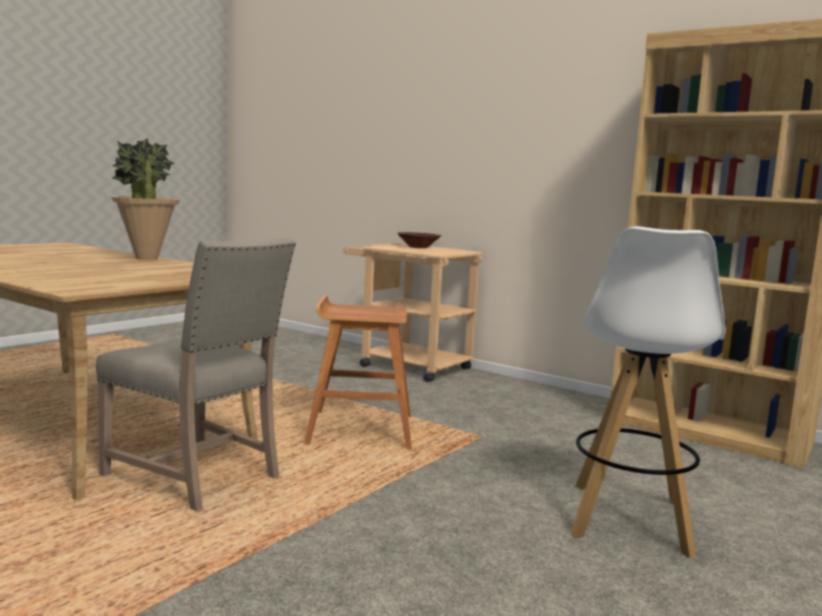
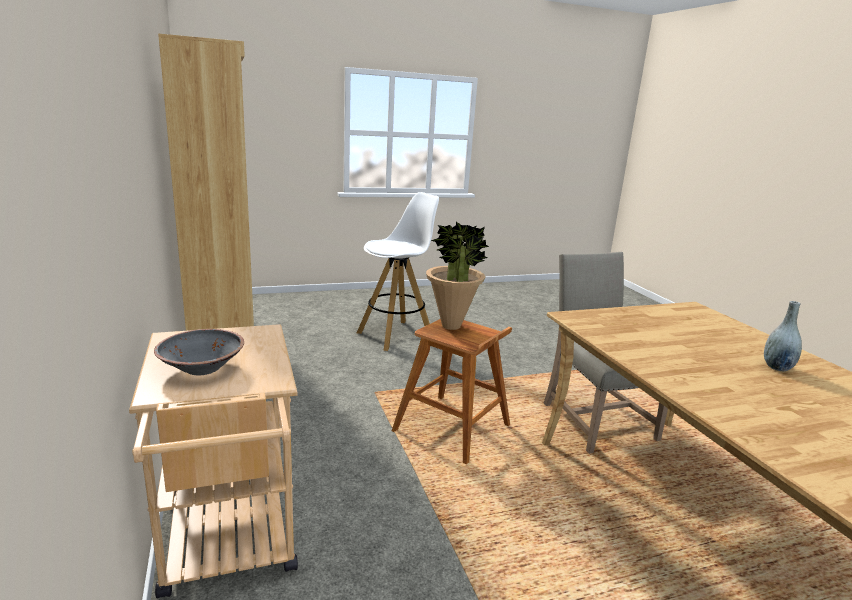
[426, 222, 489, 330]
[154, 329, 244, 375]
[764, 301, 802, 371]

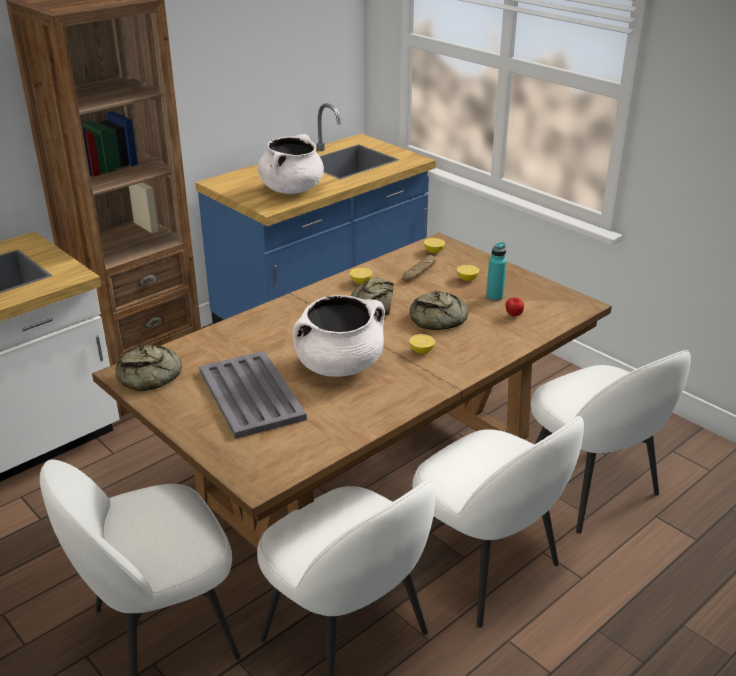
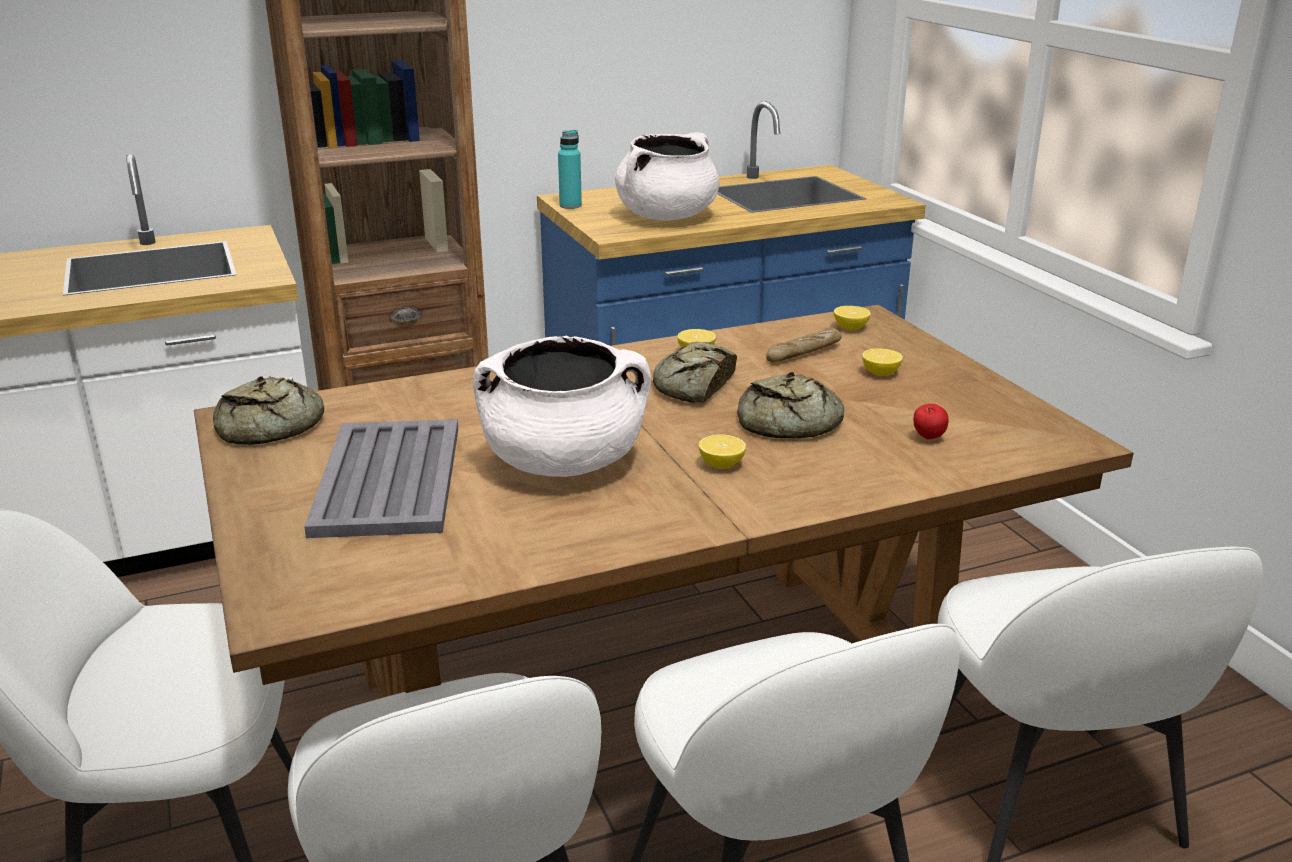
[558, 130, 582, 209]

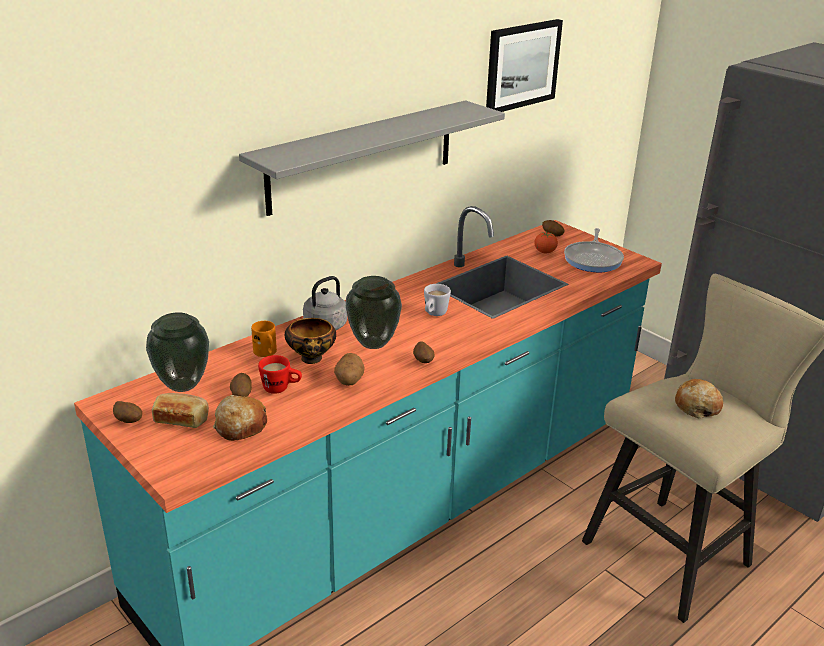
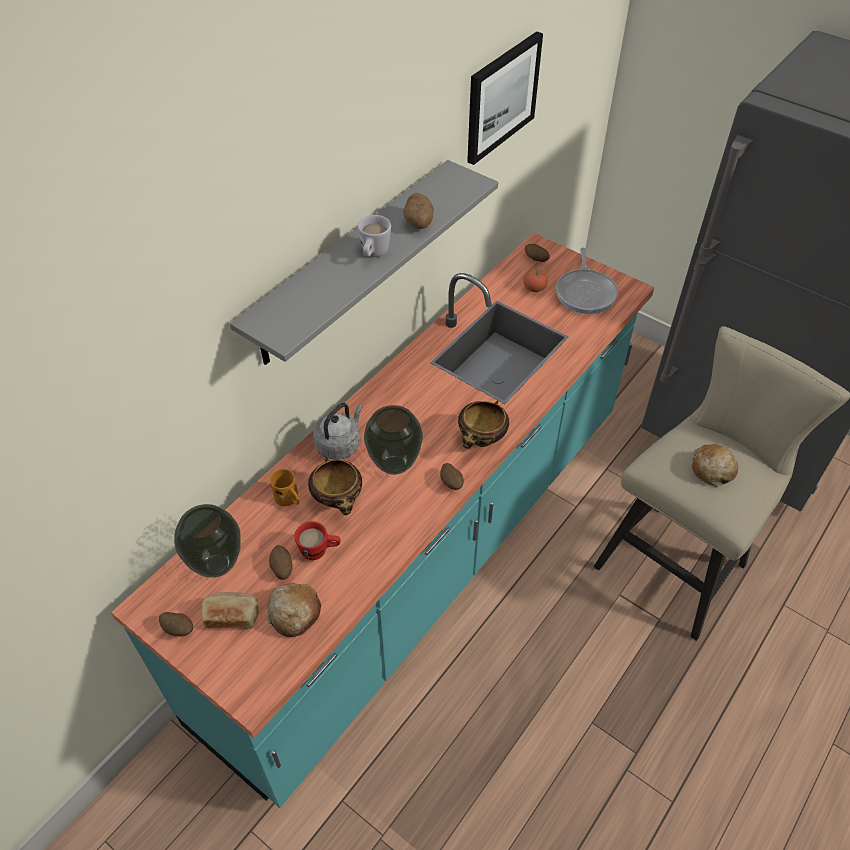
[358, 215, 391, 257]
[403, 193, 434, 229]
[458, 401, 509, 449]

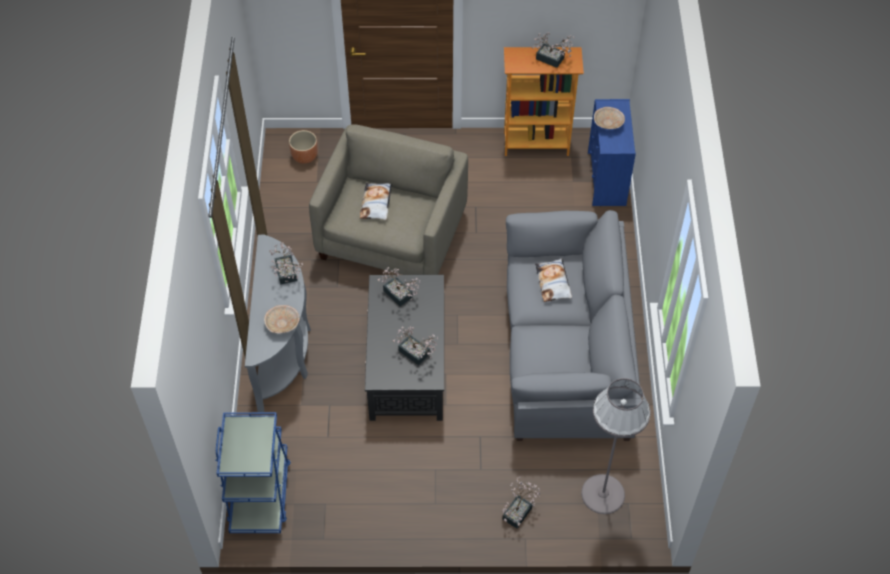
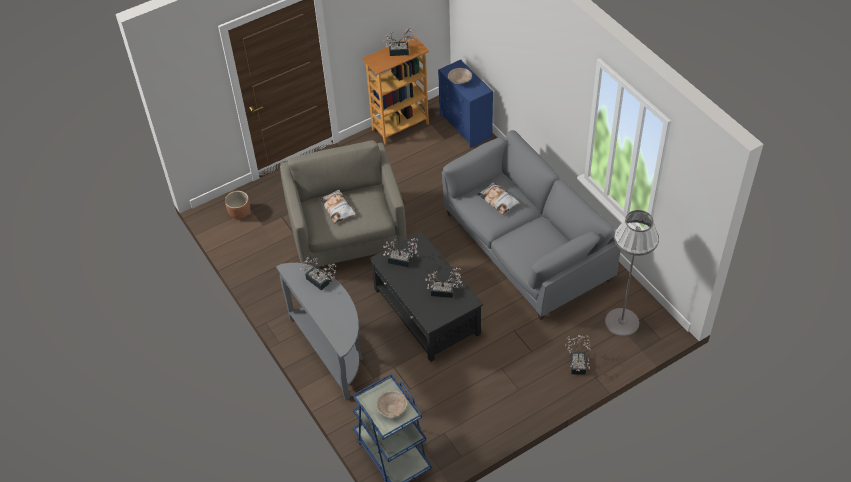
[376, 391, 407, 418]

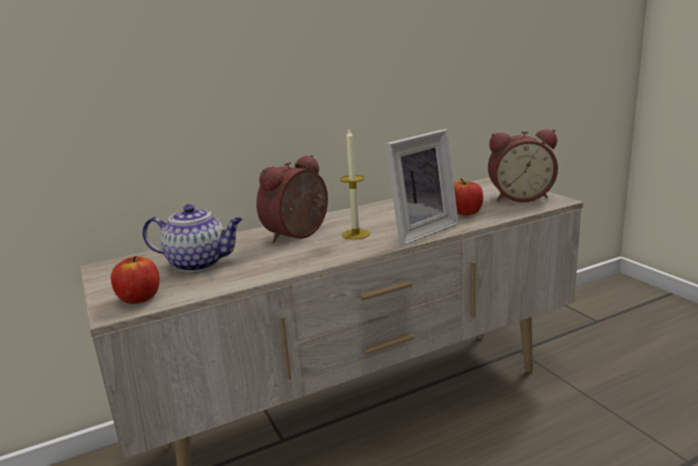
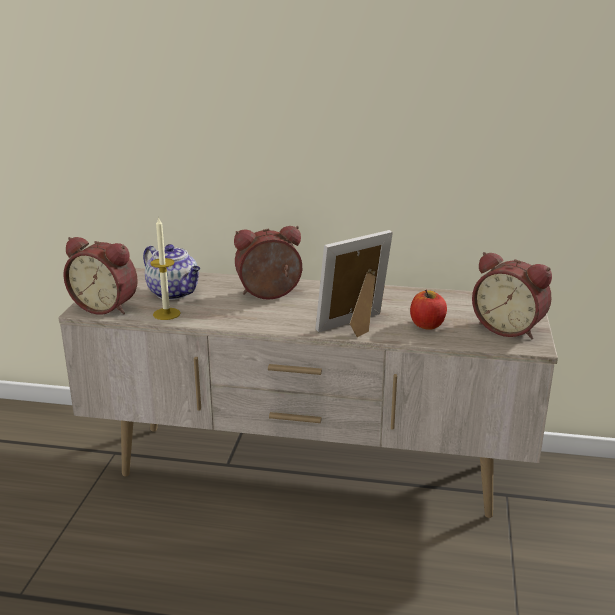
[315, 230, 393, 337]
[150, 216, 181, 320]
[63, 237, 138, 315]

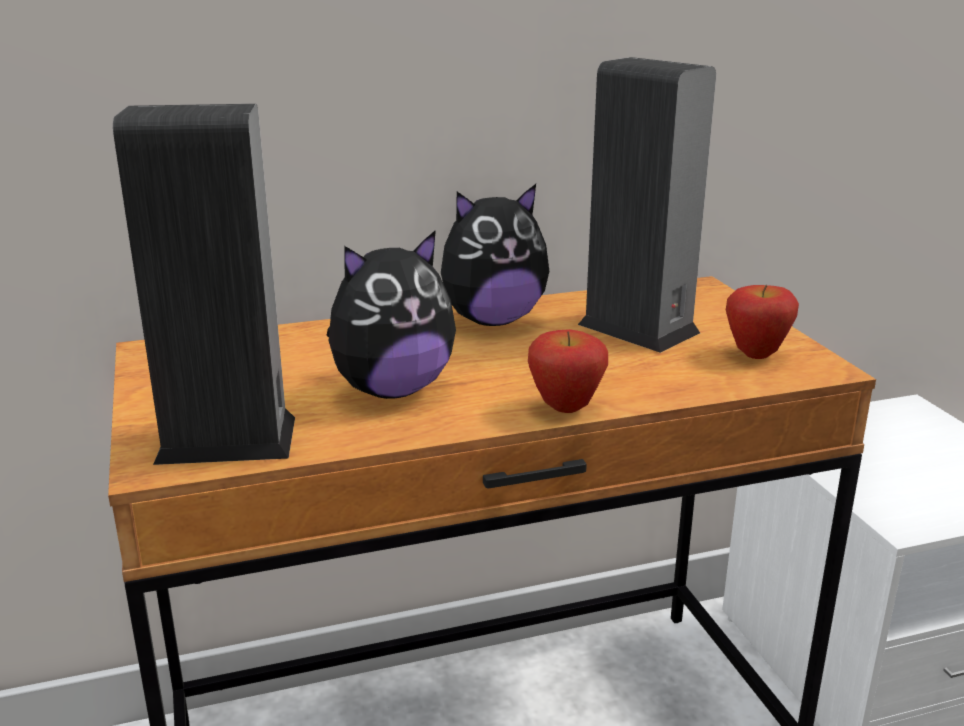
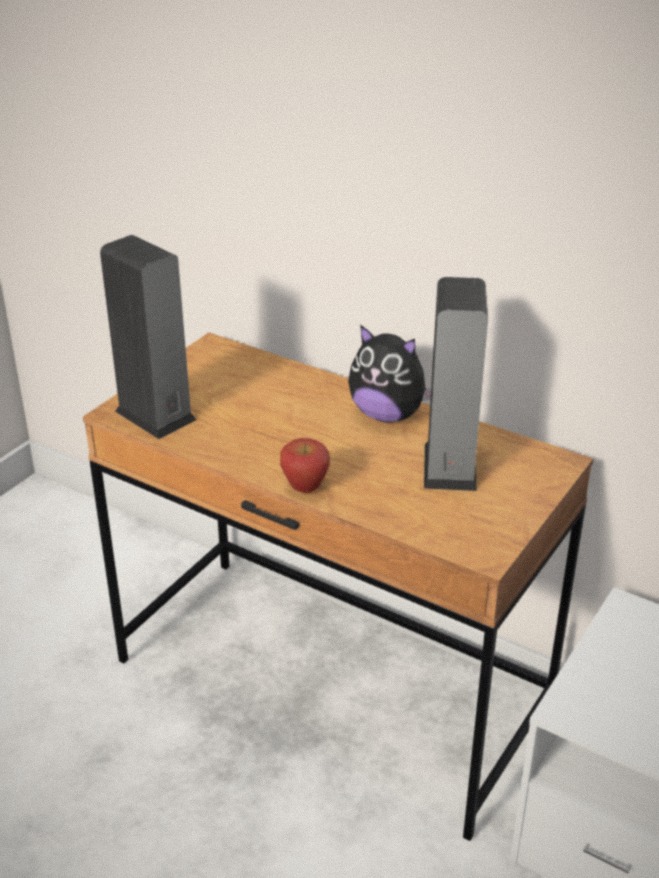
[327, 230, 456, 399] (first image)
[726, 285, 799, 359] (first image)

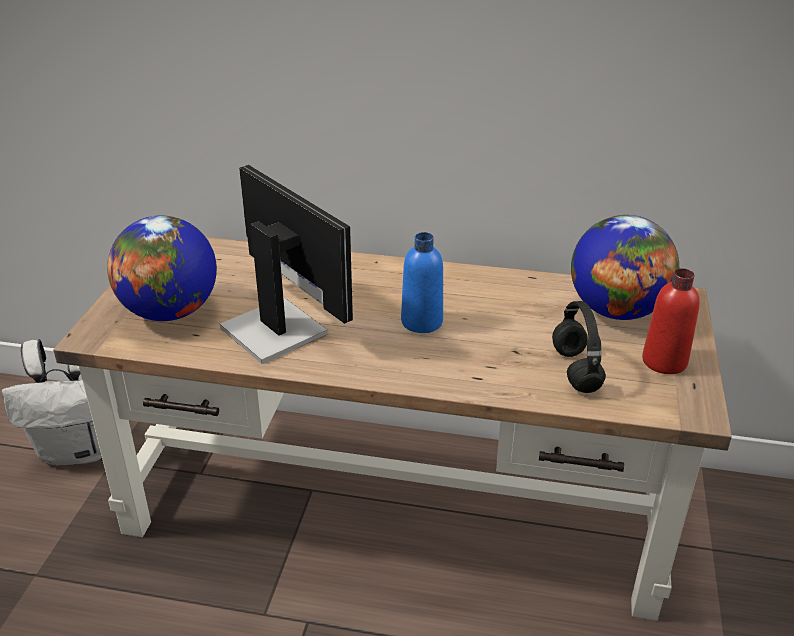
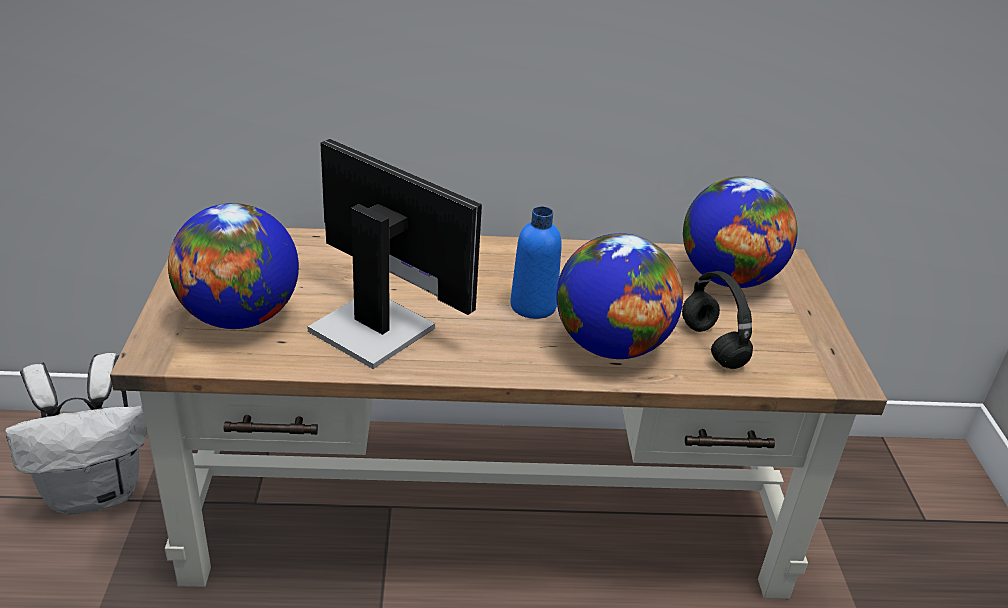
[642, 268, 700, 374] (first image)
[556, 233, 683, 359]

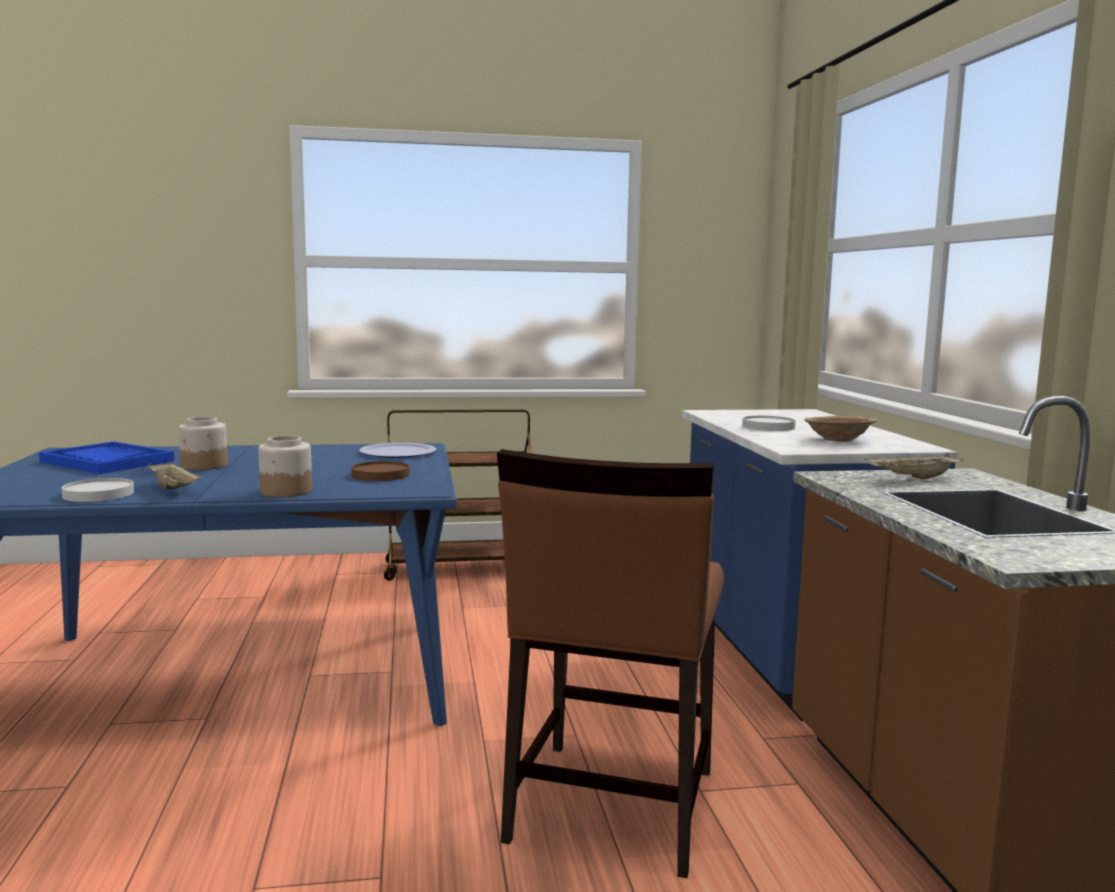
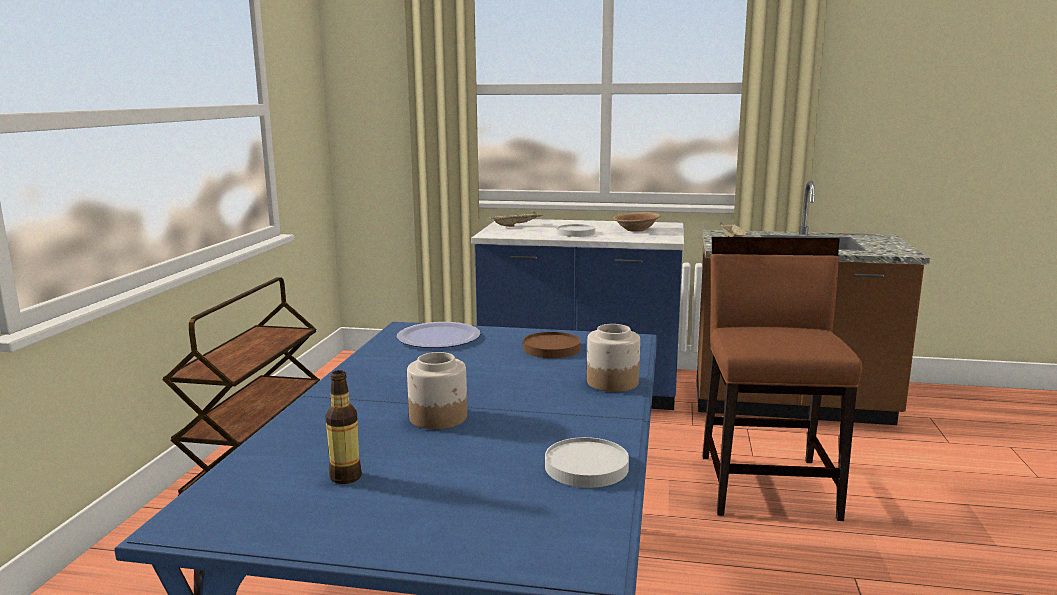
[325, 370, 362, 484]
[702, 237, 862, 521]
[488, 211, 543, 227]

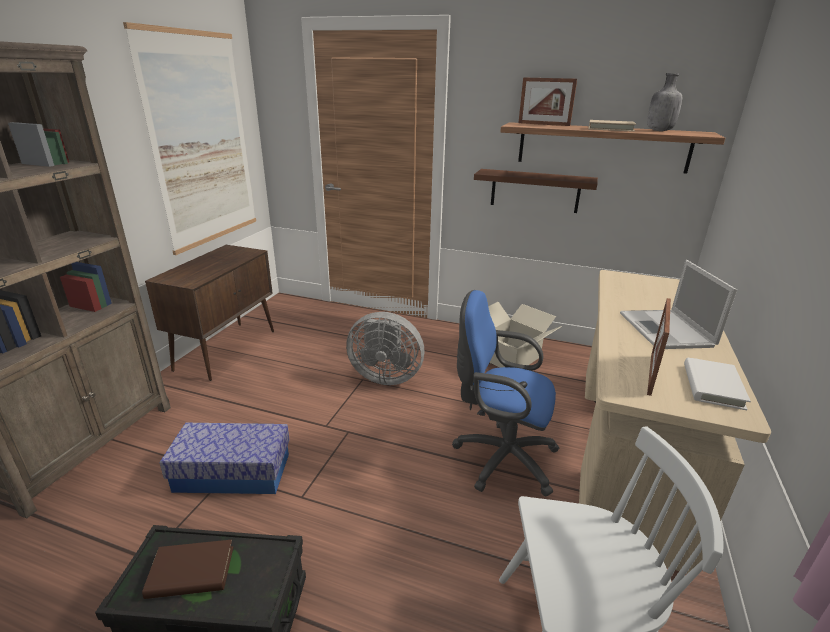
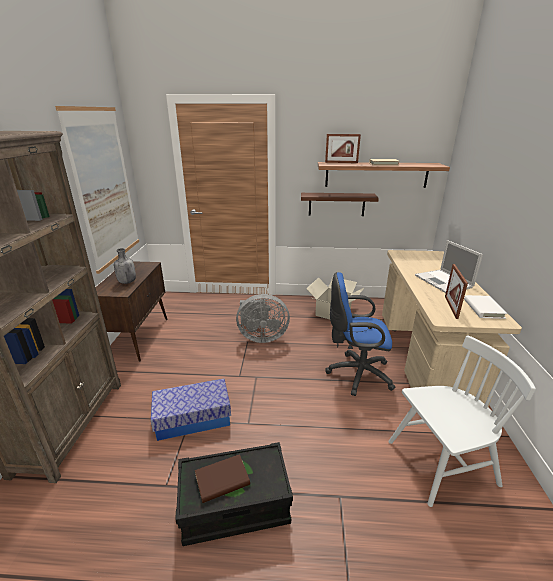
[114, 248, 136, 284]

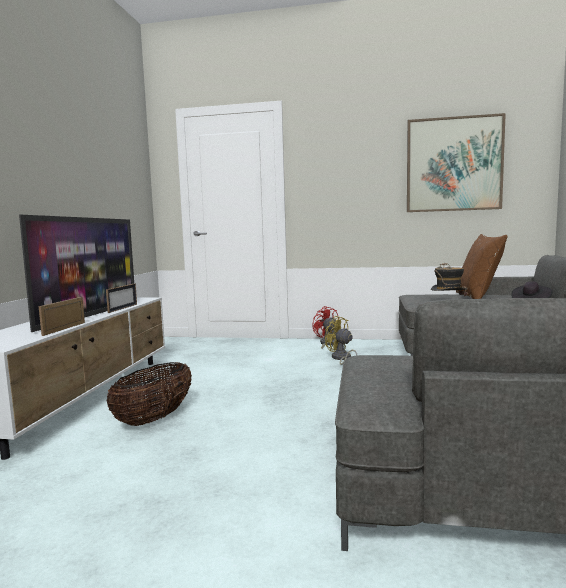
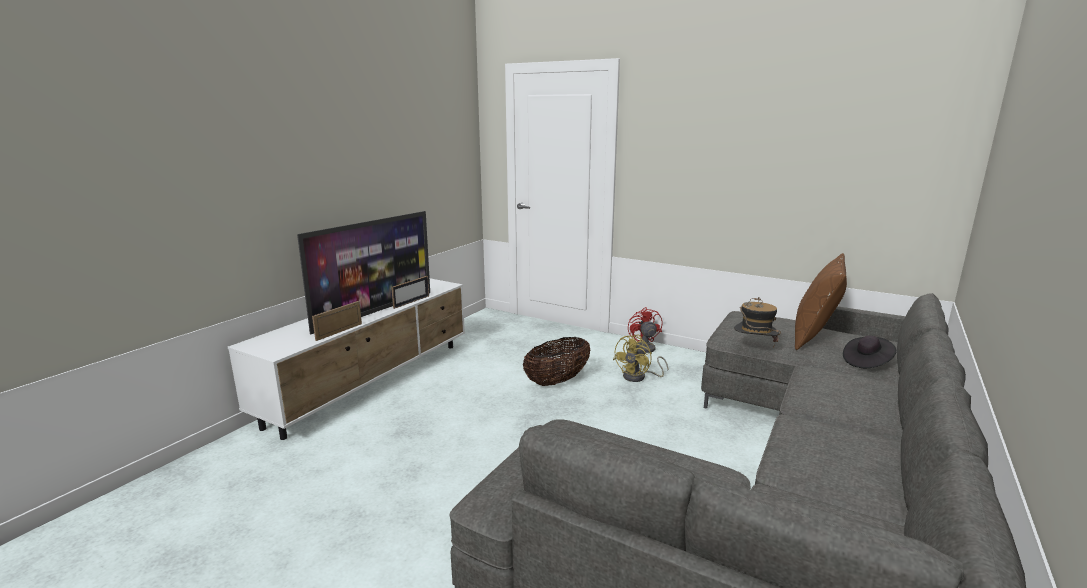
[407, 113, 506, 212] (first image)
[613, 335, 668, 382]
[523, 337, 591, 386]

